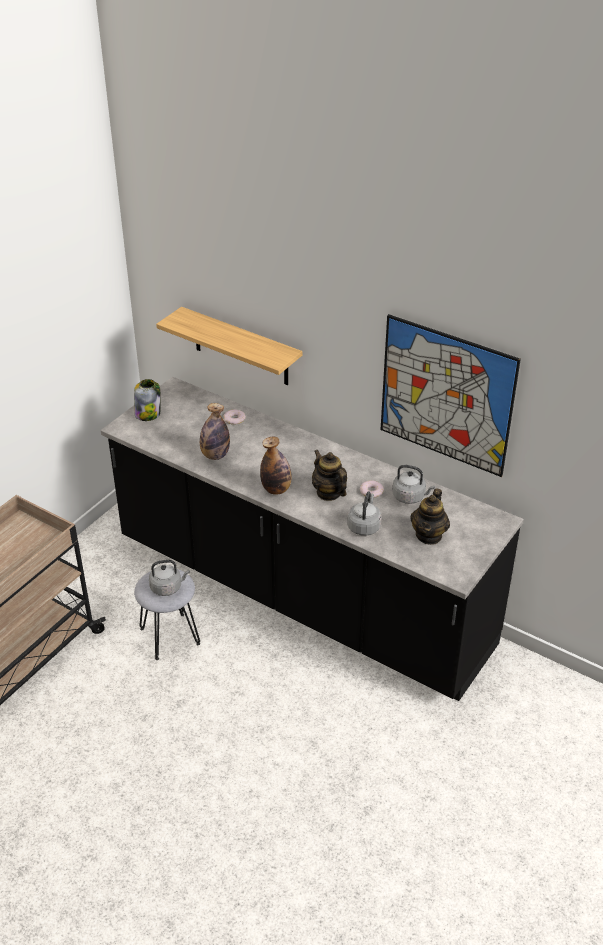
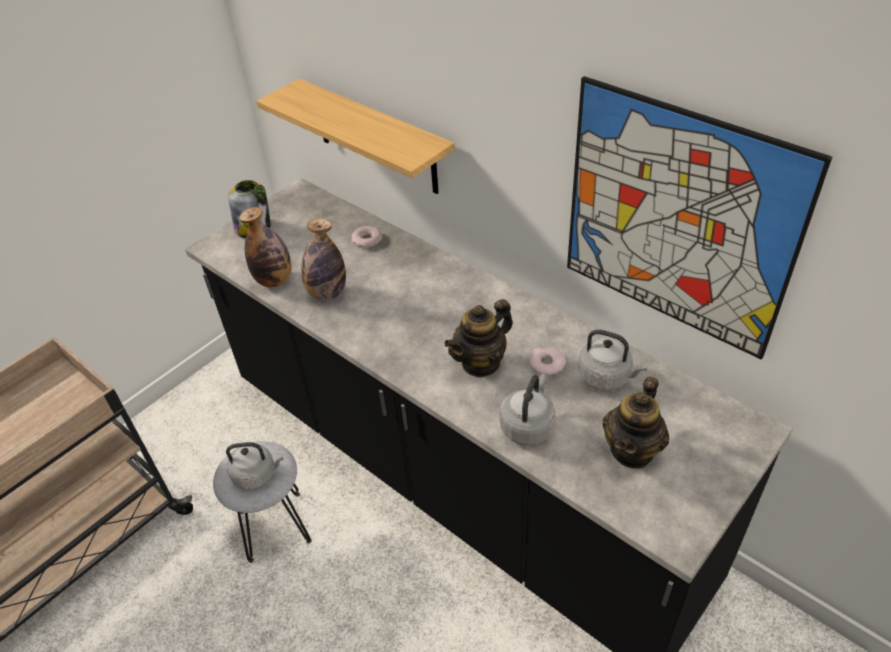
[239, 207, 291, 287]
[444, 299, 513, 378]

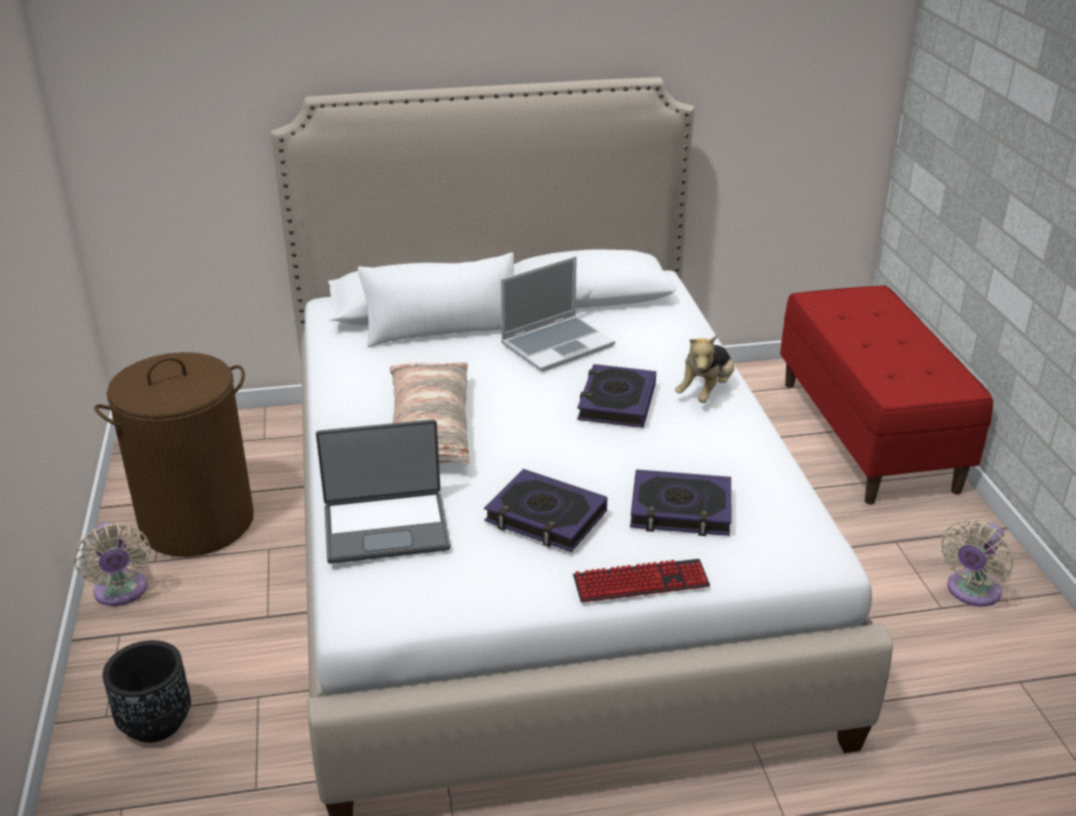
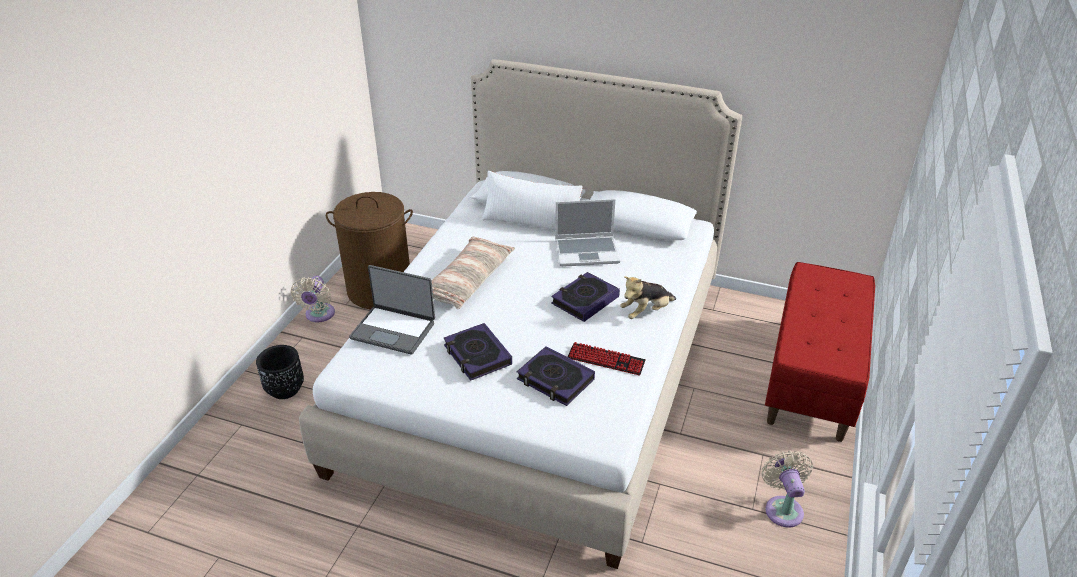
[761, 450, 813, 528]
[568, 342, 645, 376]

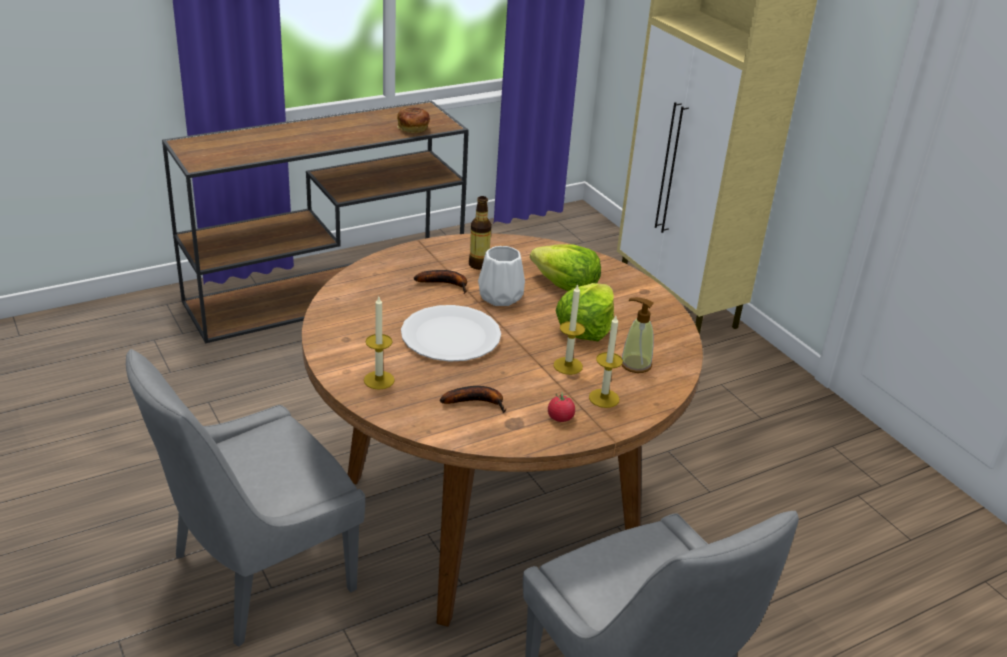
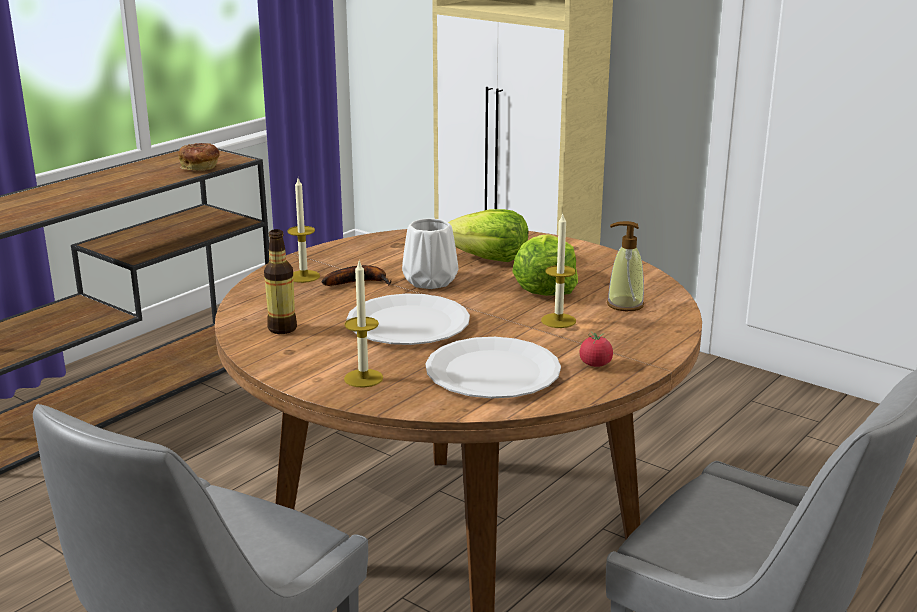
[264, 229, 297, 334]
[287, 178, 320, 283]
[426, 337, 561, 398]

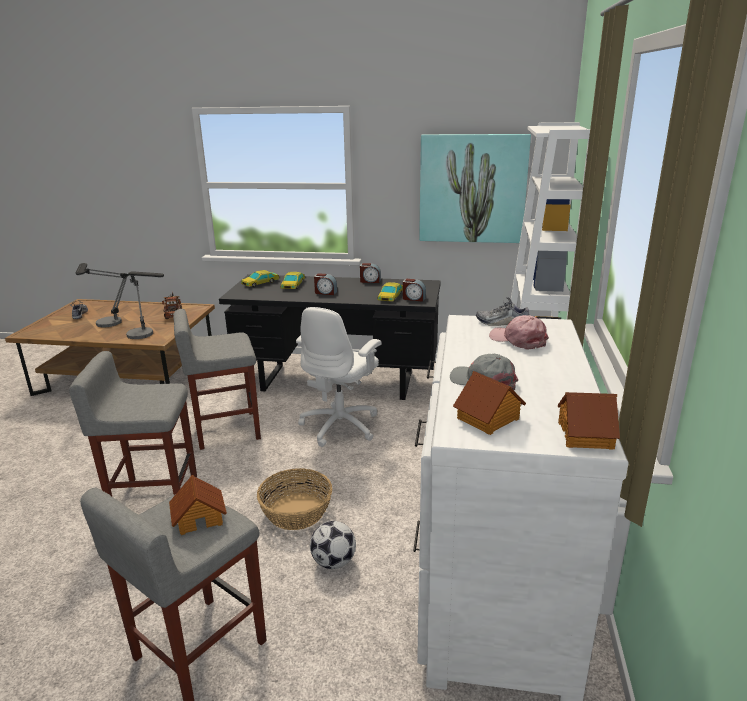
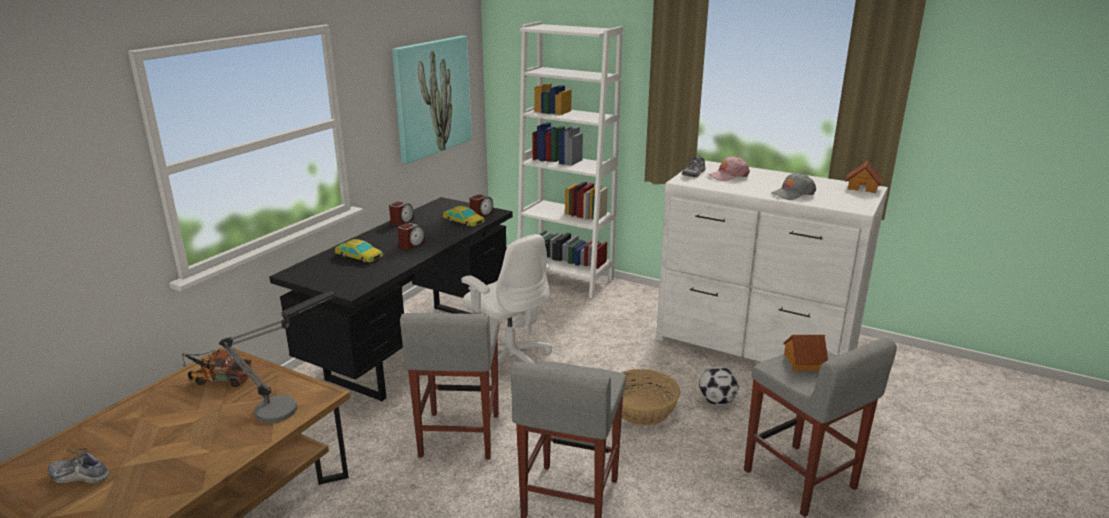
[76, 263, 128, 327] (first image)
[241, 270, 279, 287] (first image)
[453, 371, 526, 435] (first image)

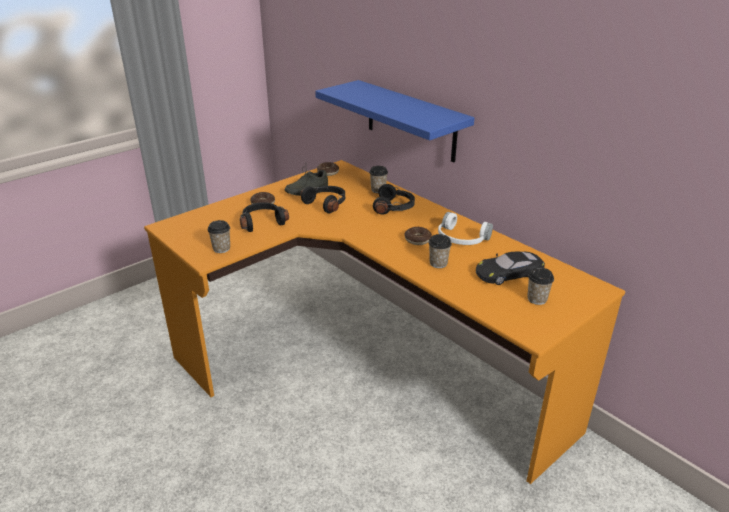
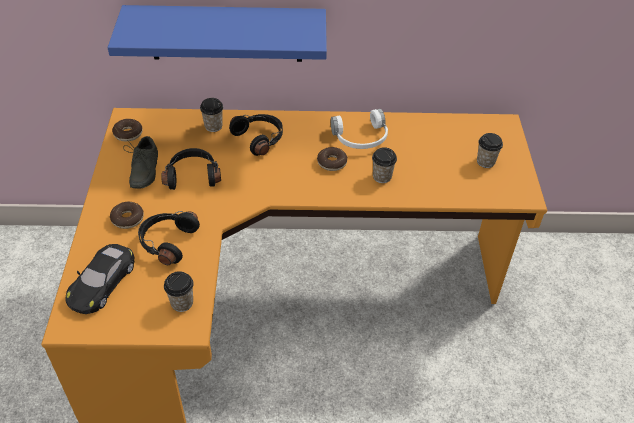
[65, 244, 134, 314]

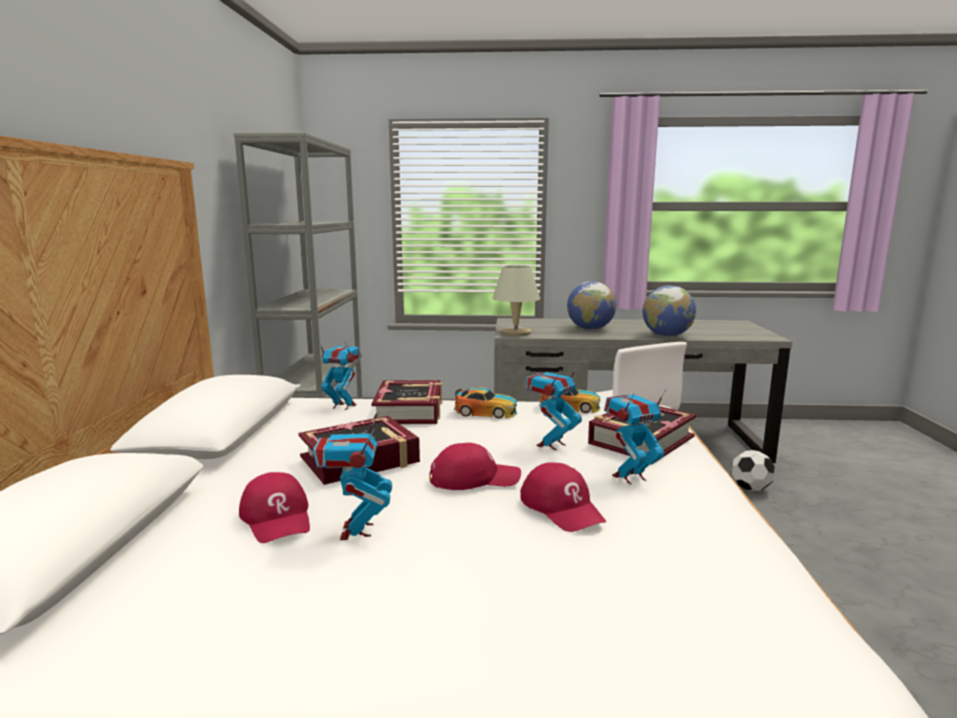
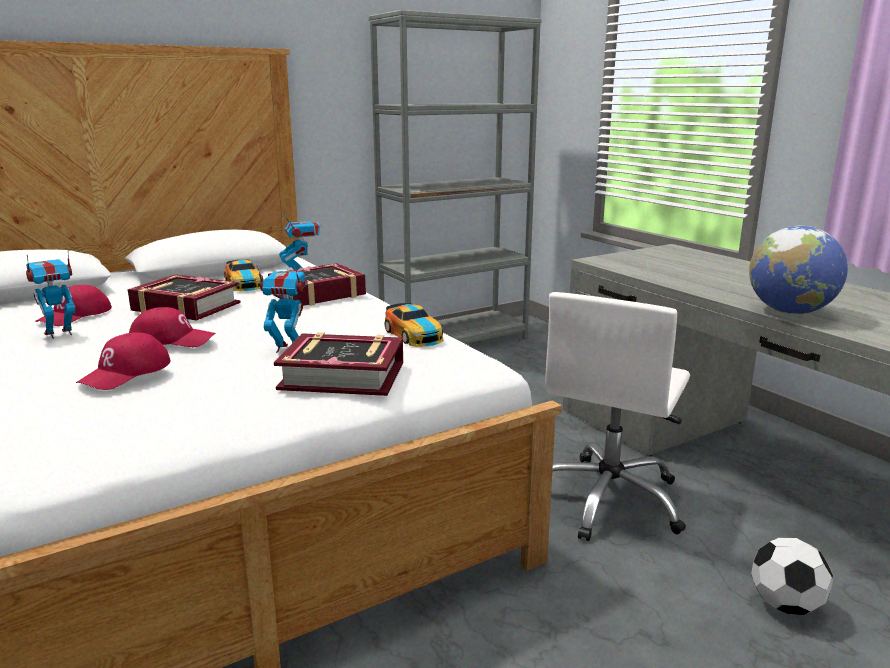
[492, 265, 540, 336] (first image)
[567, 281, 616, 330] (first image)
[224, 259, 263, 291]
[604, 388, 667, 484] (first image)
[129, 307, 215, 347]

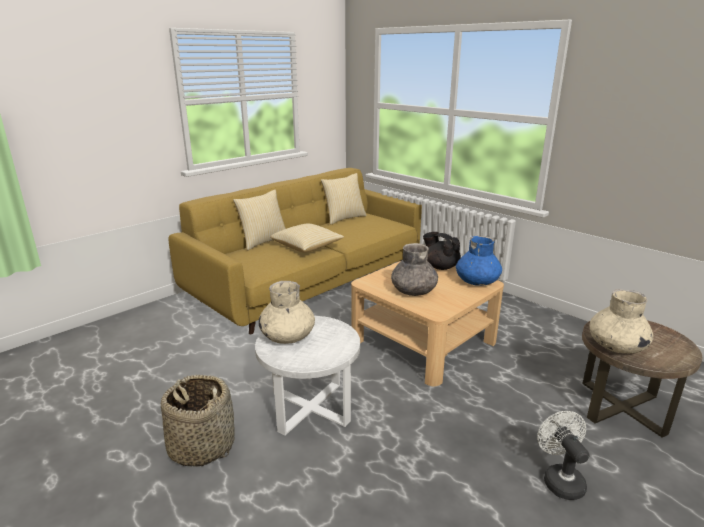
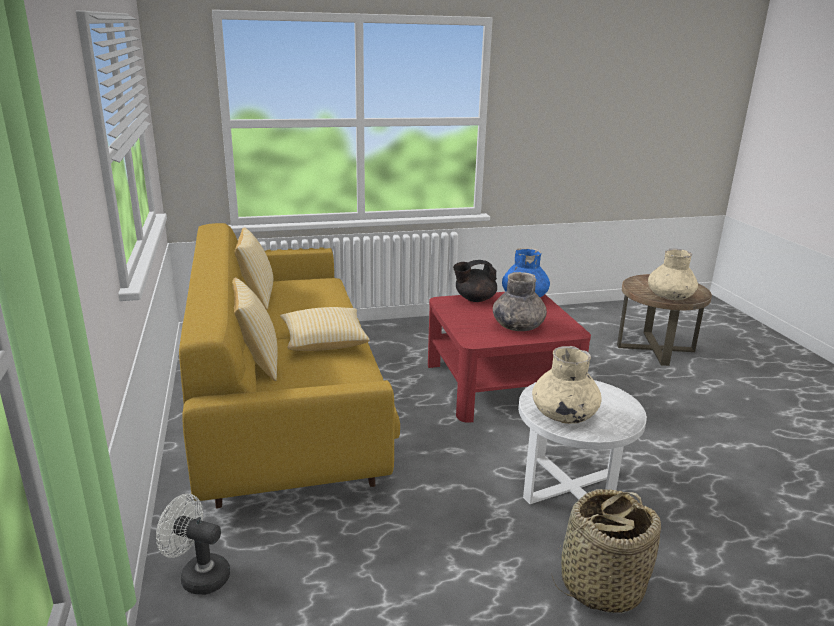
[428, 292, 591, 423]
[156, 494, 230, 595]

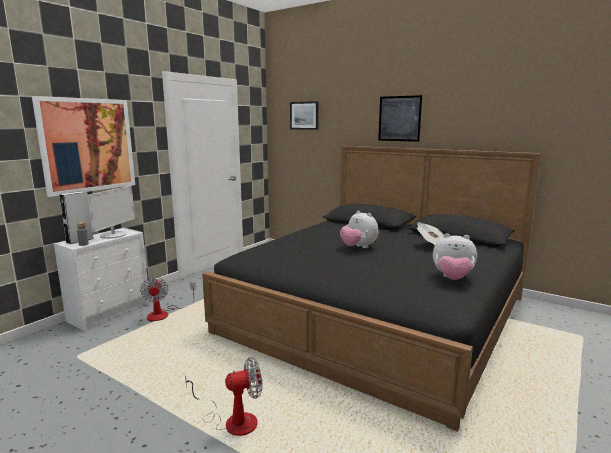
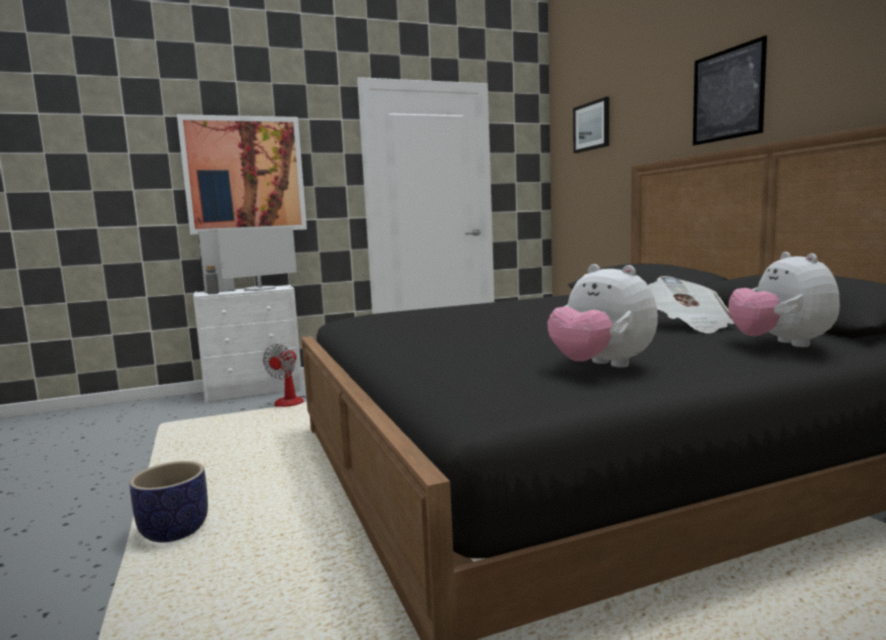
[728, 252, 840, 347]
[129, 461, 208, 543]

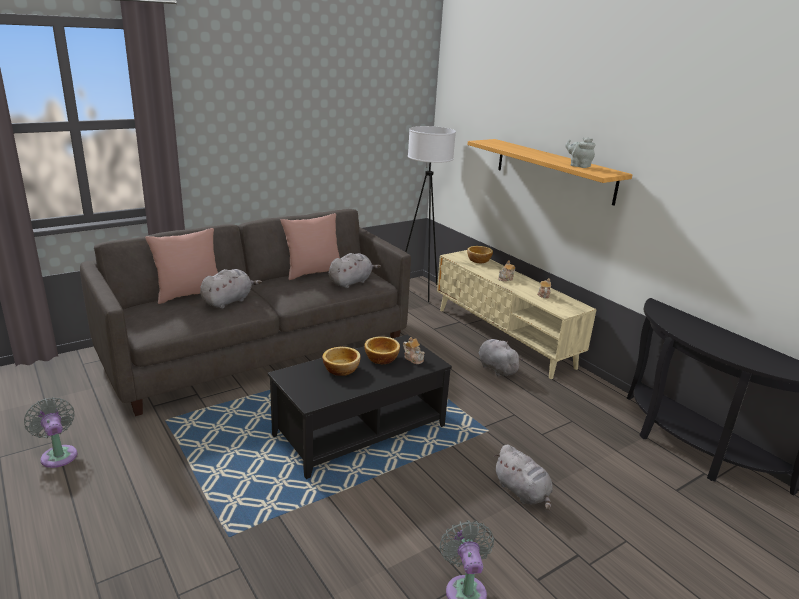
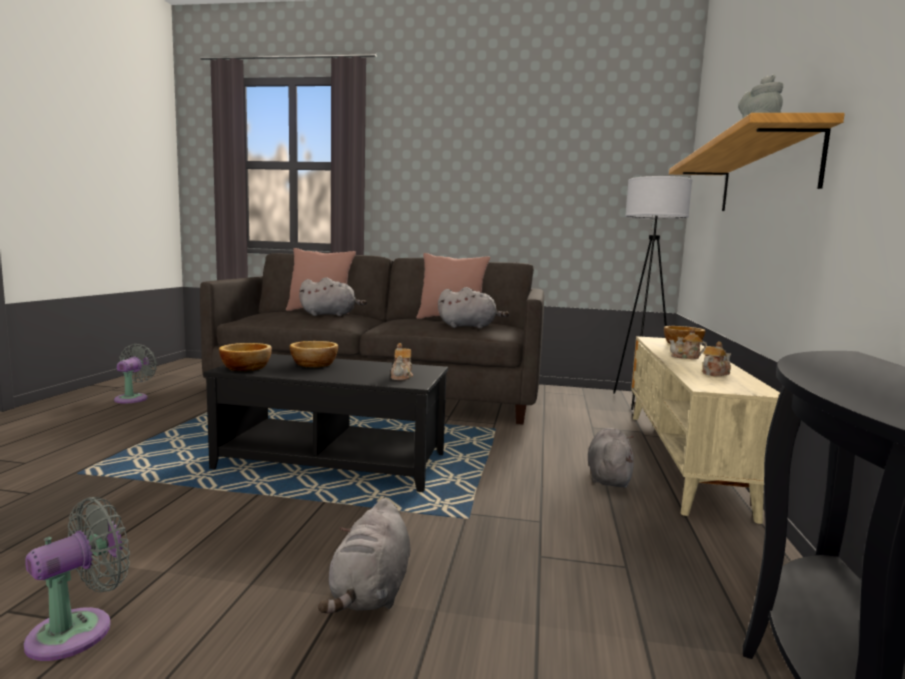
[219, 343, 272, 371]

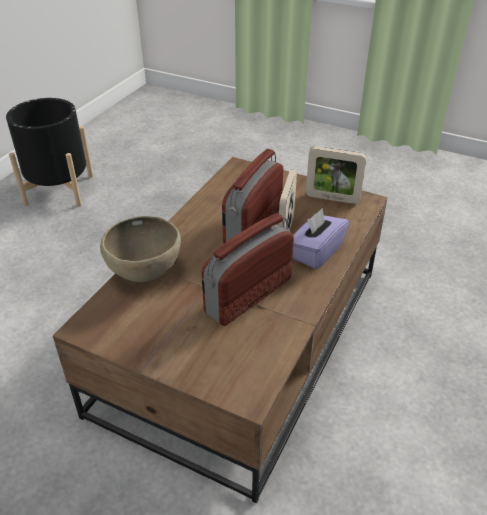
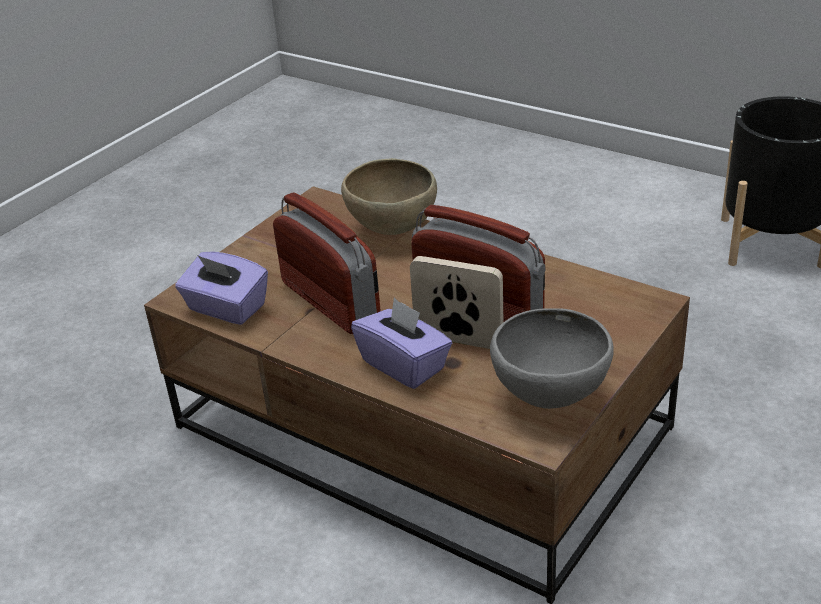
[490, 308, 614, 409]
[175, 251, 268, 325]

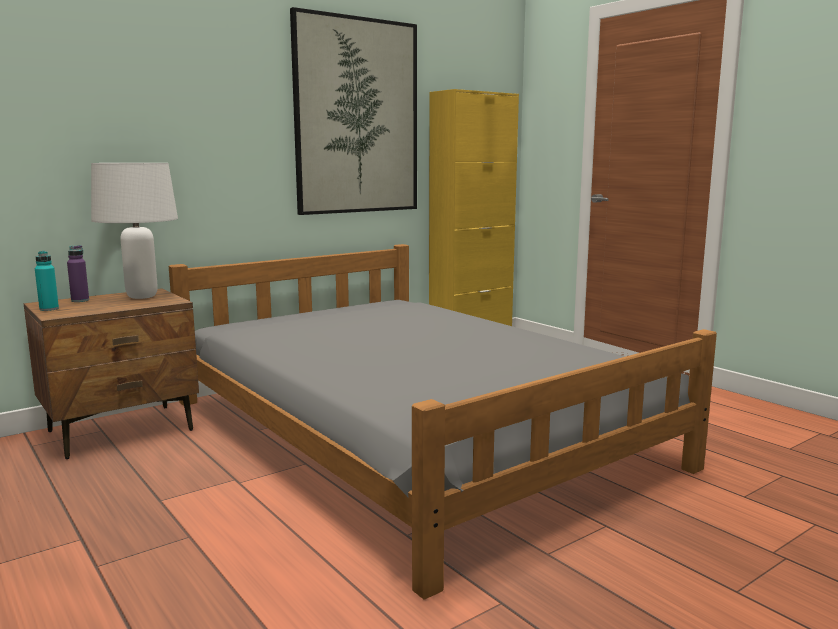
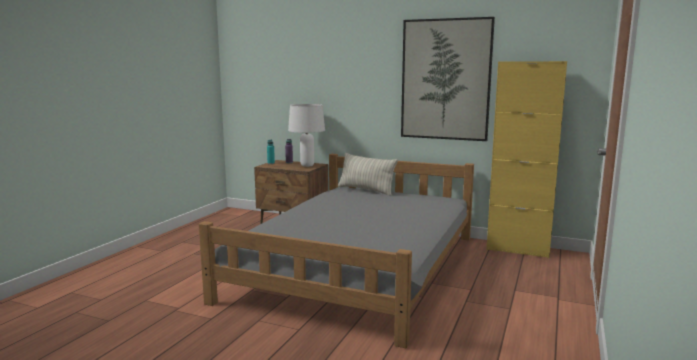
[338, 153, 398, 196]

